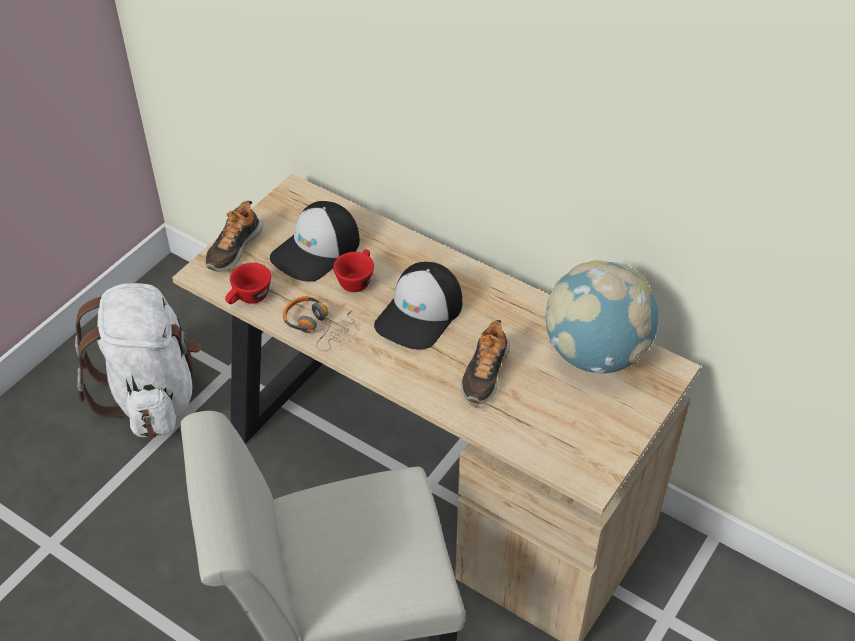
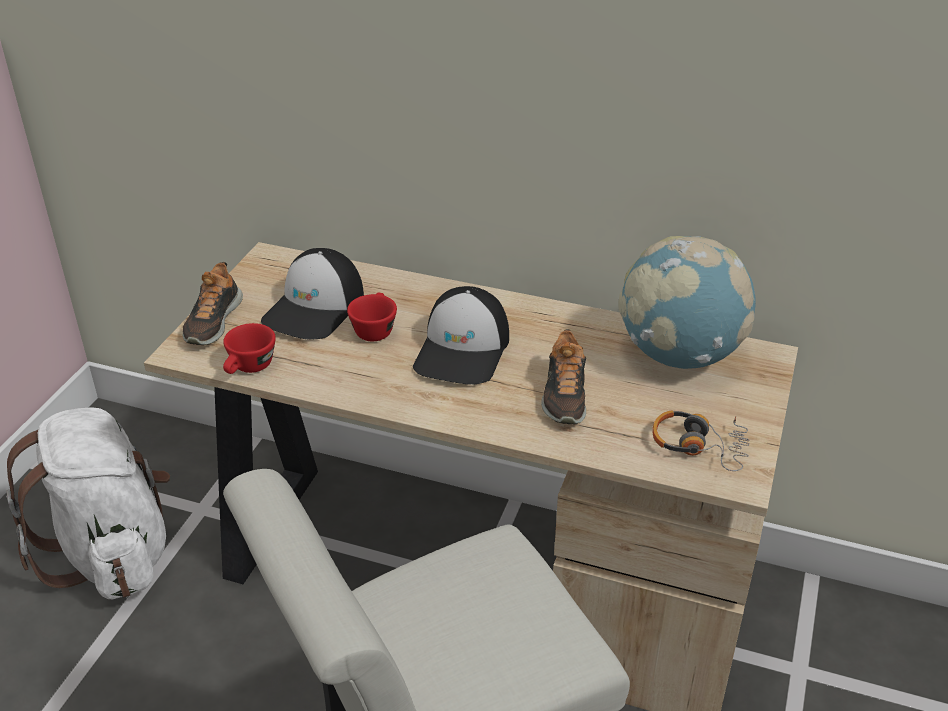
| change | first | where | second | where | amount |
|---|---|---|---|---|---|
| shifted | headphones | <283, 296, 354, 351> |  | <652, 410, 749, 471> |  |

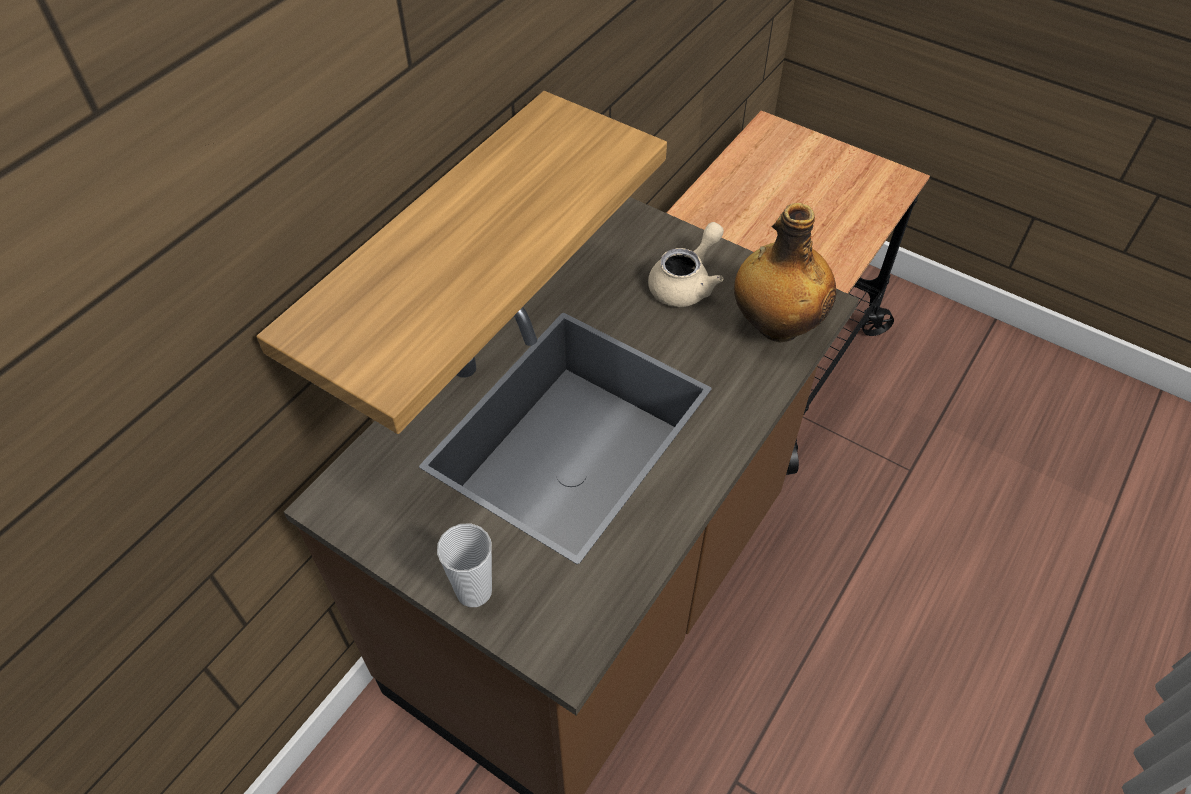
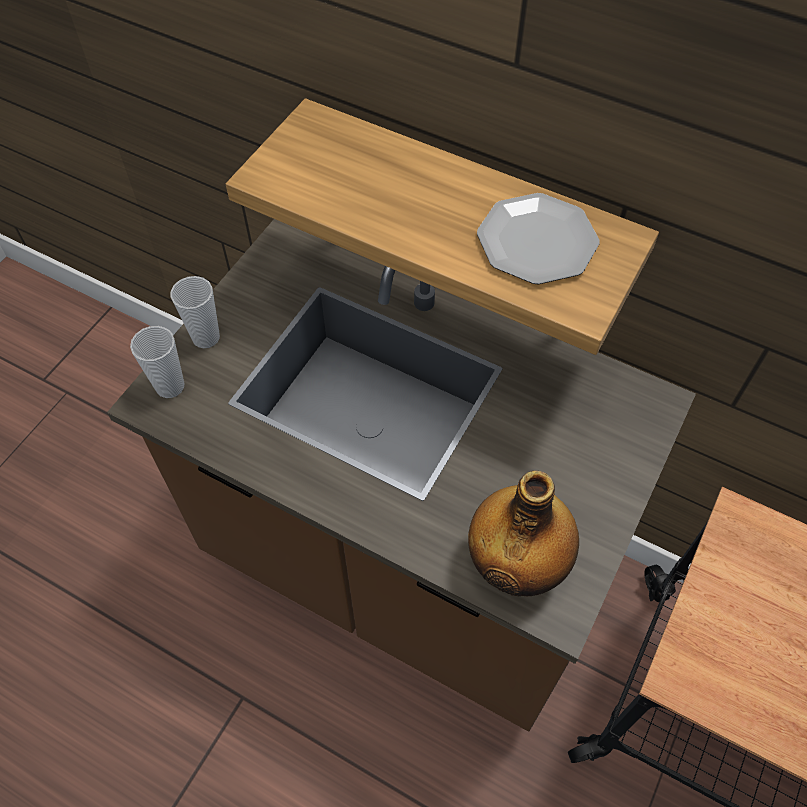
| change | first | where | second | where | amount |
|---|---|---|---|---|---|
| gone | beige teapot | <648, 222, 724, 307> |  |  |  |
| new |  |  | cup | <130, 326, 185, 398> |  |
| new |  |  | plate | <477, 193, 600, 284> |  |

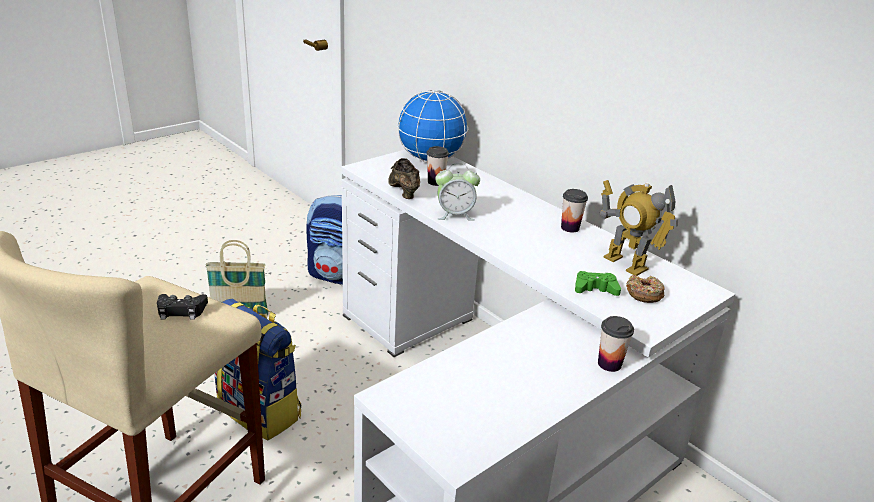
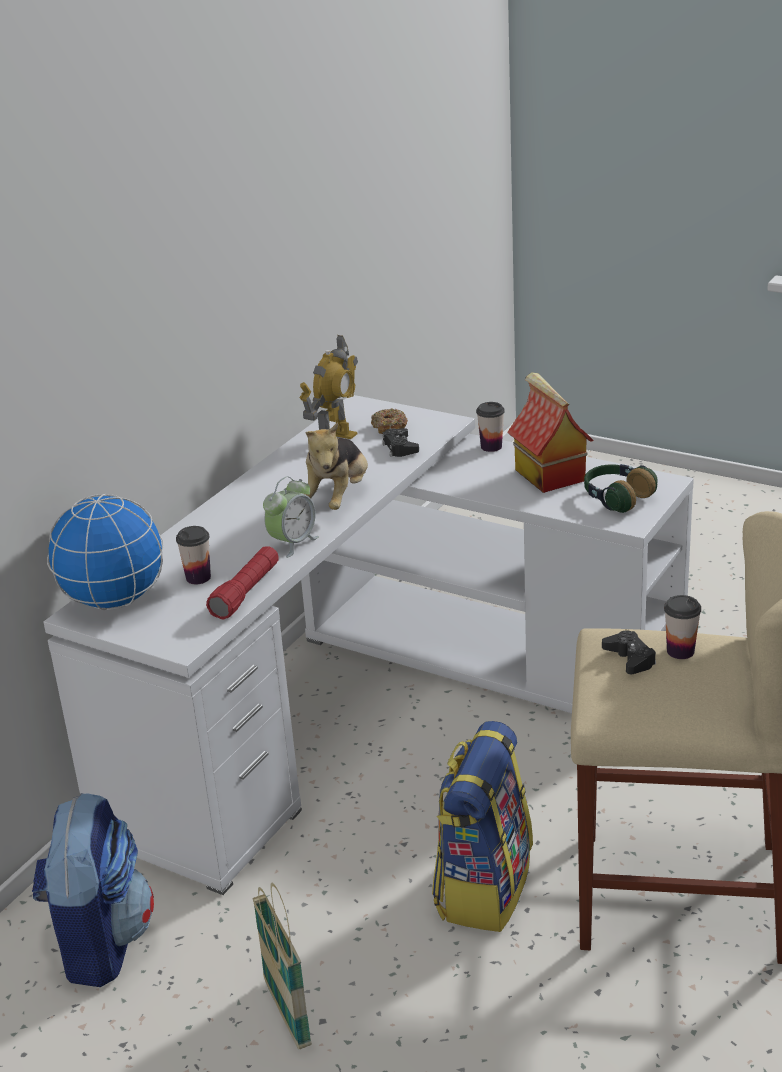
| change | first | where | second | where | amount |
|---|---|---|---|---|---|
| new |  |  | plush toy | <305, 422, 368, 510> |  |
| new |  |  | toy house | <507, 372, 594, 493> |  |
| new |  |  | headphones | <584, 464, 658, 513> |  |
| shifted | cup | <561, 189, 588, 233> |  | <664, 595, 701, 659> |  |
| swapped | brown shoe | <388, 158, 420, 199> | red flashlight | <206, 546, 279, 619> |  |
| repainted | green game controller | <575, 271, 621, 296> | black game controller | <382, 428, 419, 457> |  |
| rotated | alarm clock | <435, 163, 480, 221> |  | <263, 477, 319, 558> | 60 degrees clockwise |

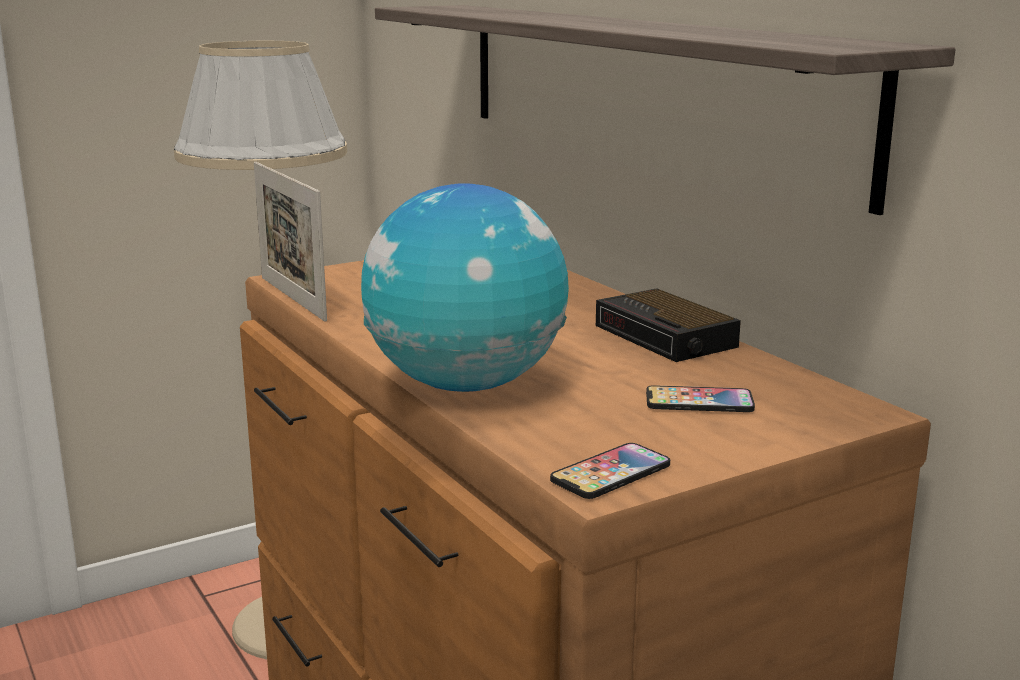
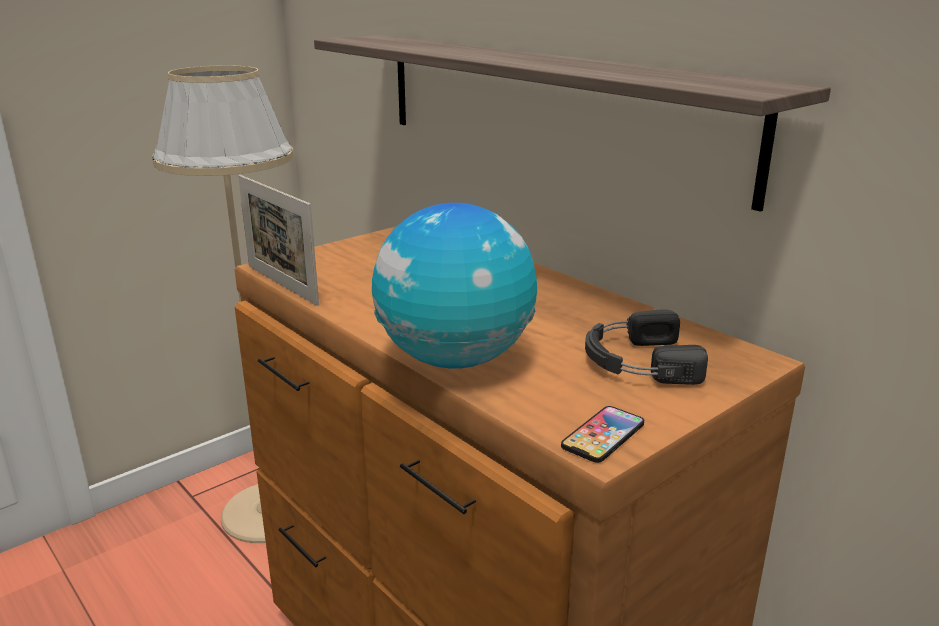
| change | first | where | second | where | amount |
|---|---|---|---|---|---|
| gone | alarm clock | <596, 288, 741, 362> |  |  |  |
| swapped | phone | <646, 385, 755, 412> | black headphones | <585, 309, 708, 385> |  |

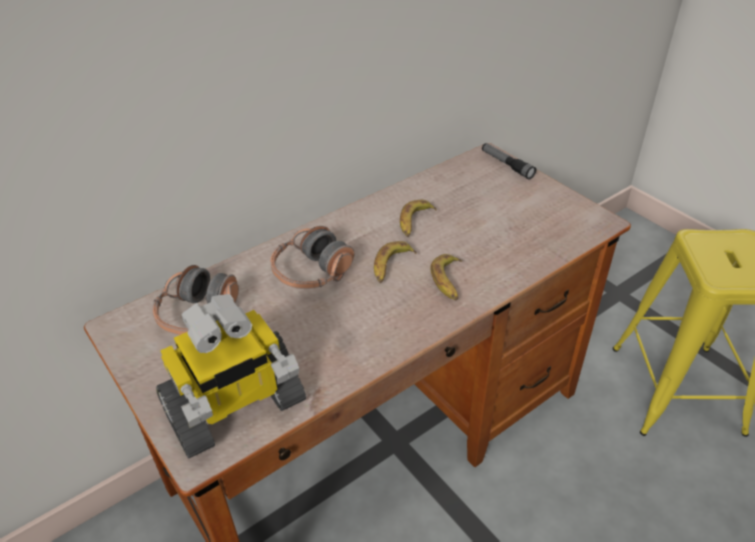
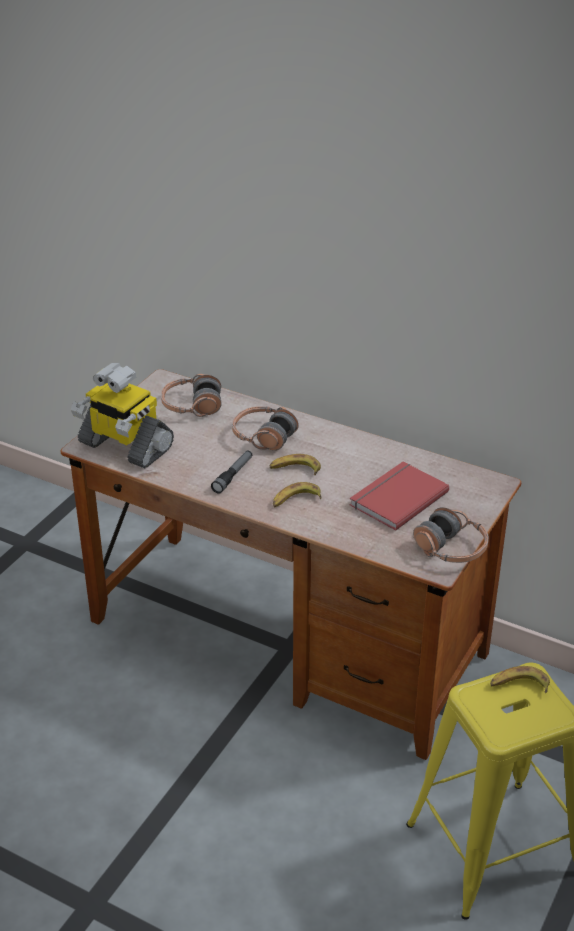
| change | first | where | second | where | amount |
|---|---|---|---|---|---|
| new |  |  | red book | <350, 462, 449, 531> |  |
| new |  |  | headphones | <413, 507, 489, 563> |  |
| shifted | banana | <400, 200, 437, 237> |  | <490, 666, 550, 693> |  |
| shifted | flashlight | <482, 143, 536, 180> |  | <211, 450, 252, 494> |  |

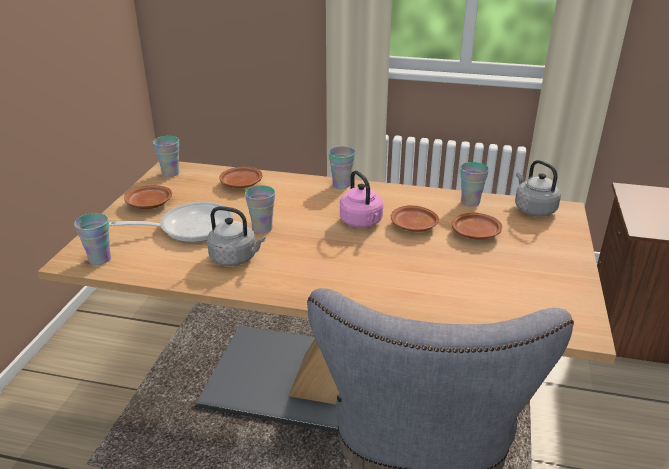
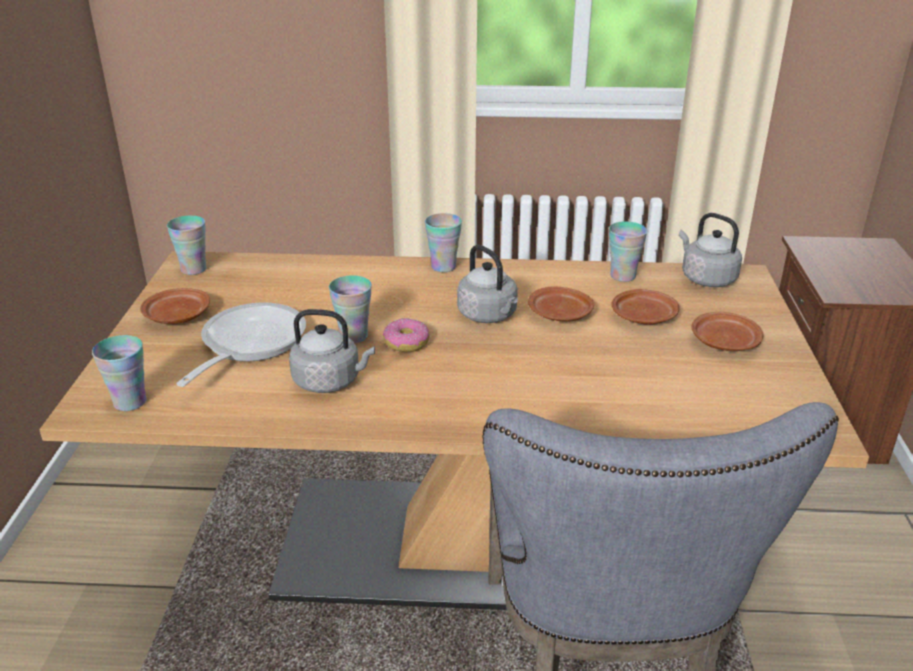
| change | first | where | second | where | amount |
|---|---|---|---|---|---|
| new |  |  | donut | <383, 318, 430, 352> |  |
| shifted | brown plate | <219, 166, 263, 188> |  | <691, 312, 763, 351> |  |
| repainted | pink kettle | <340, 170, 383, 228> | grey kettle | <457, 245, 518, 323> |  |
| rotated | frying pan | <109, 202, 233, 242> |  | <176, 302, 306, 387> | 45 degrees counterclockwise |

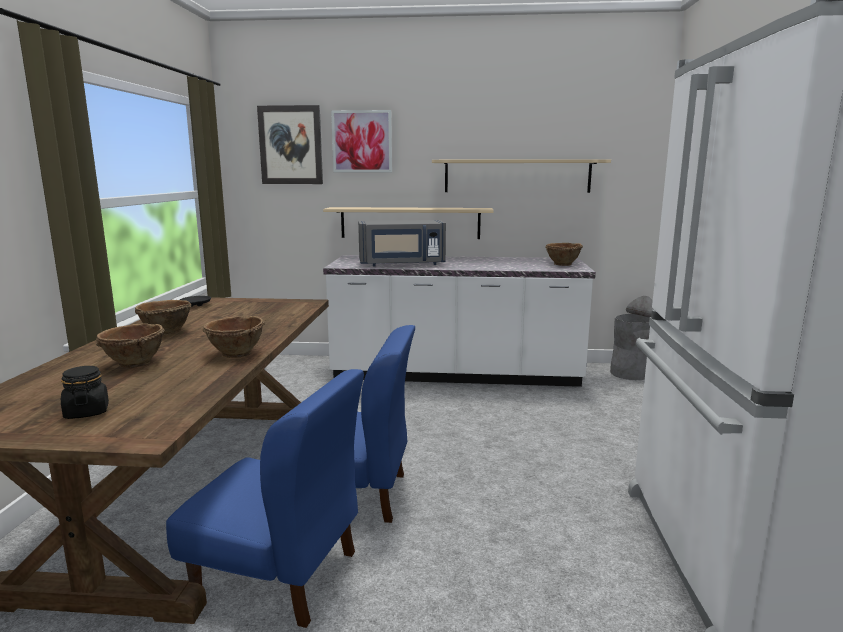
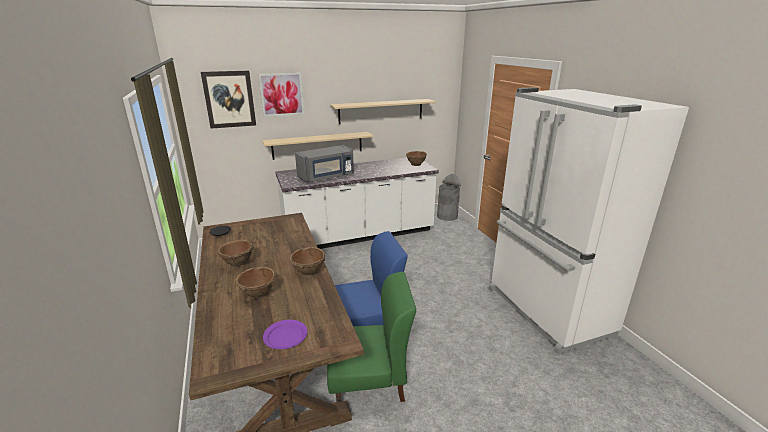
| change | first | where | second | where | amount |
|---|---|---|---|---|---|
| swapped | black jar | <61, 366, 109, 419> | purple plate | <263, 320, 308, 349> |  |
| repainted | blue chair | <166, 369, 364, 628> | green chair | <327, 272, 416, 402> |  |

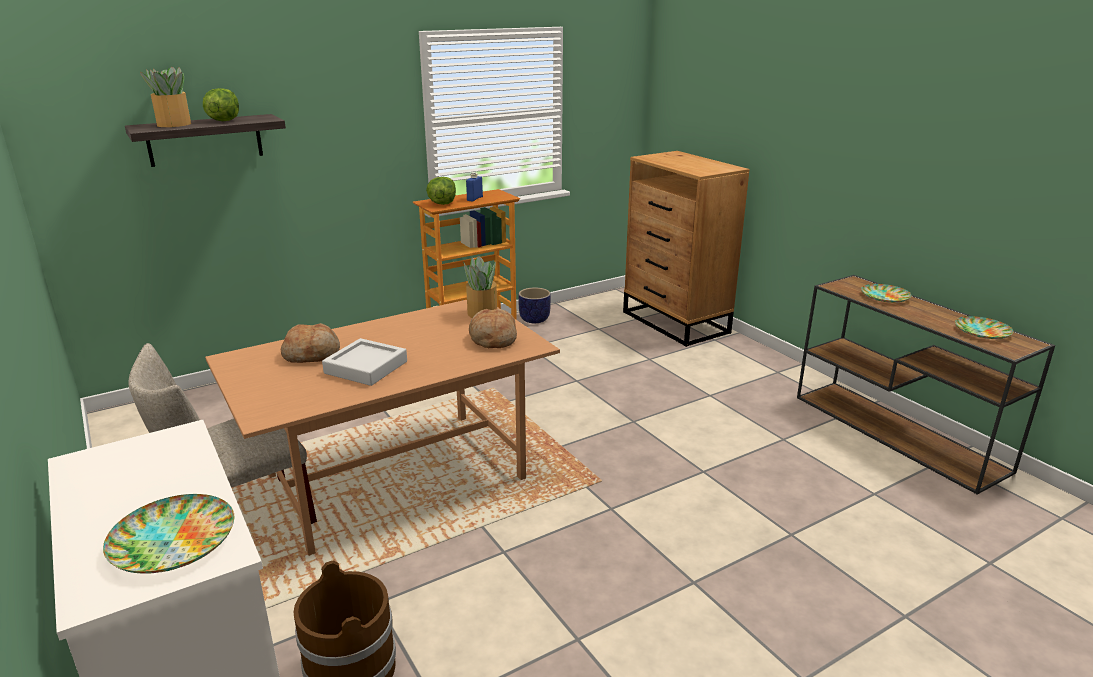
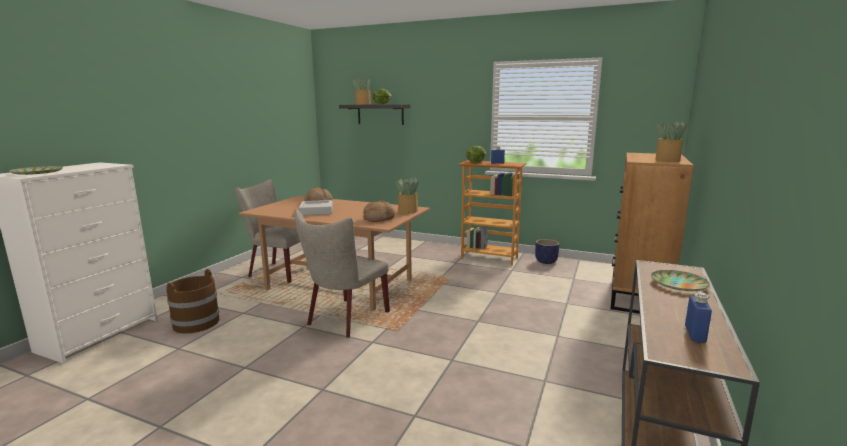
| change | first | where | second | where | amount |
|---|---|---|---|---|---|
| new |  |  | beige chair | <295, 210, 390, 338> |  |
| new |  |  | potted plant | <655, 121, 687, 162> |  |
| swapped | plate | <955, 316, 1014, 339> | blue bottle | <685, 292, 712, 343> |  |

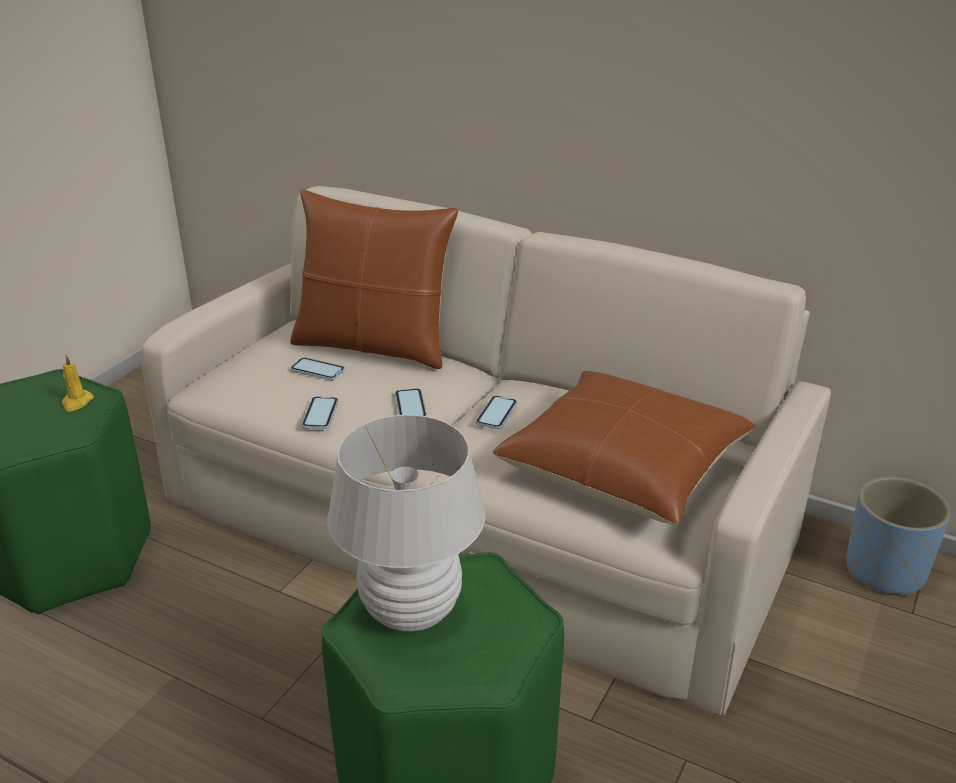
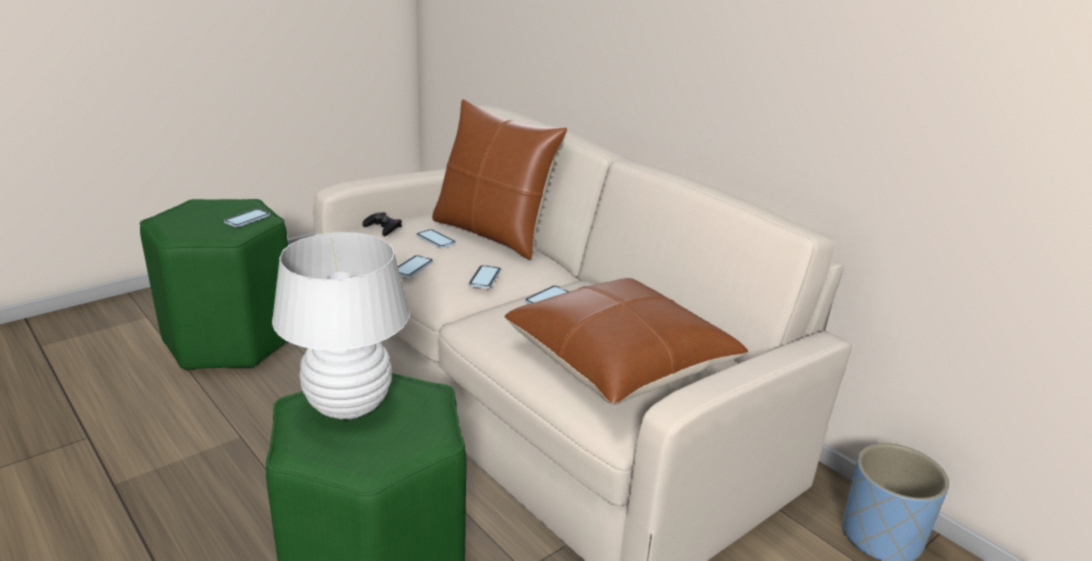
| change | first | where | second | where | amount |
|---|---|---|---|---|---|
| new |  |  | black game controller | <363, 212, 402, 236> |  |
| swapped | yellow candle | <62, 354, 94, 411> | phone | <224, 209, 270, 227> |  |

